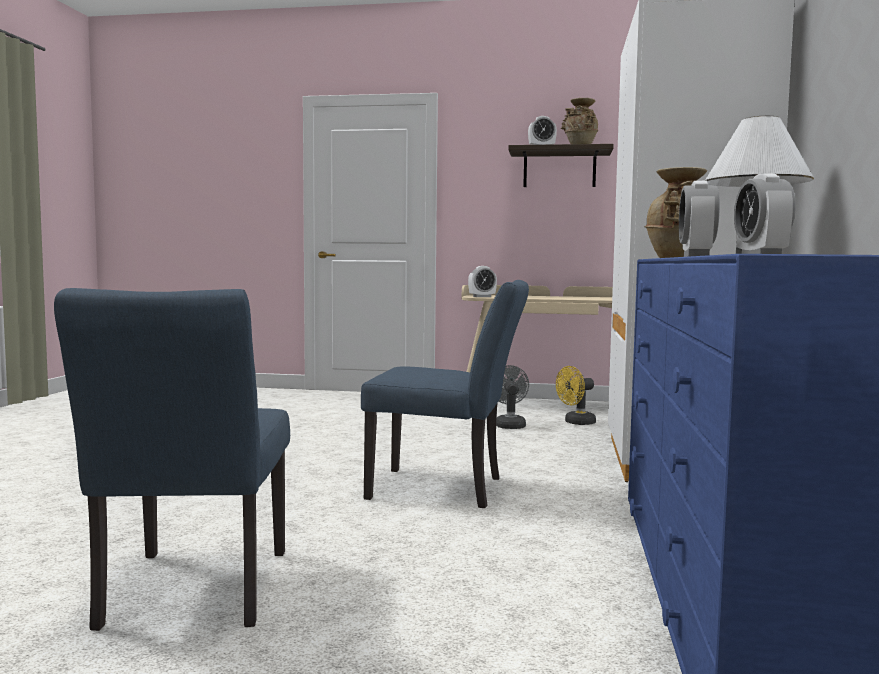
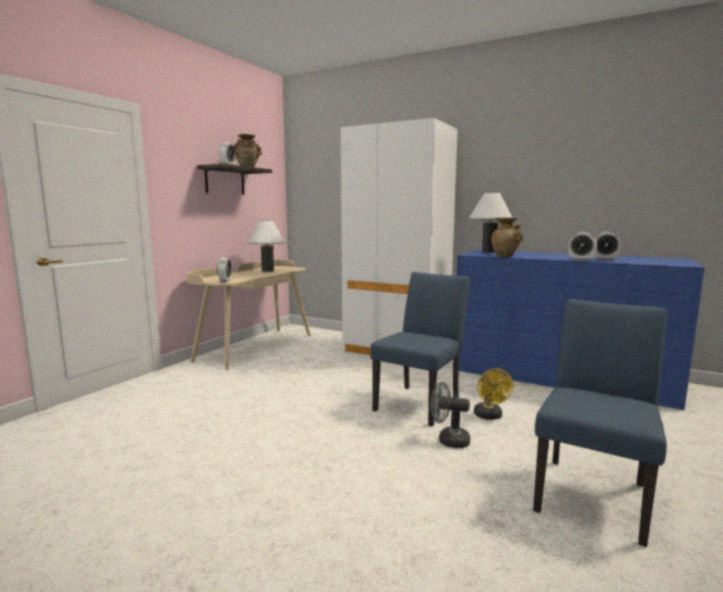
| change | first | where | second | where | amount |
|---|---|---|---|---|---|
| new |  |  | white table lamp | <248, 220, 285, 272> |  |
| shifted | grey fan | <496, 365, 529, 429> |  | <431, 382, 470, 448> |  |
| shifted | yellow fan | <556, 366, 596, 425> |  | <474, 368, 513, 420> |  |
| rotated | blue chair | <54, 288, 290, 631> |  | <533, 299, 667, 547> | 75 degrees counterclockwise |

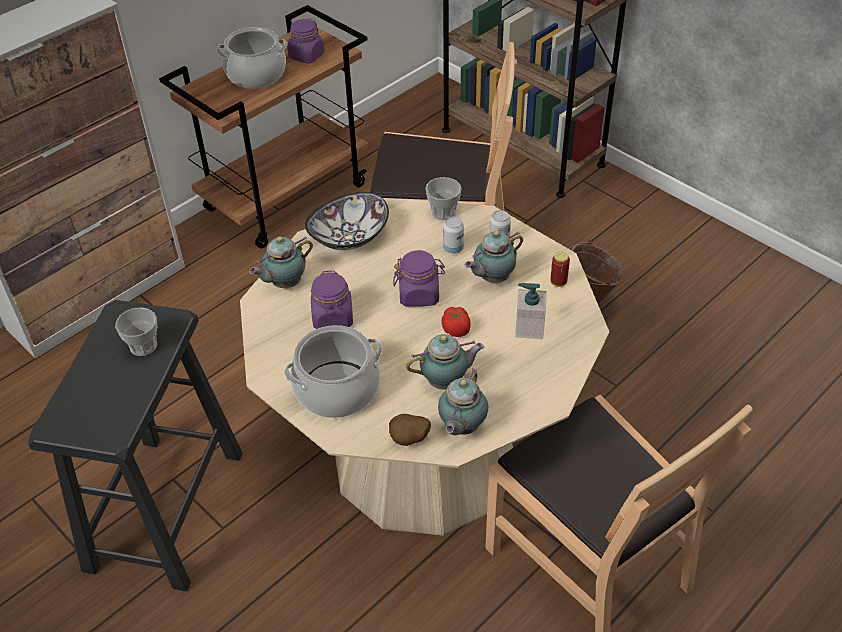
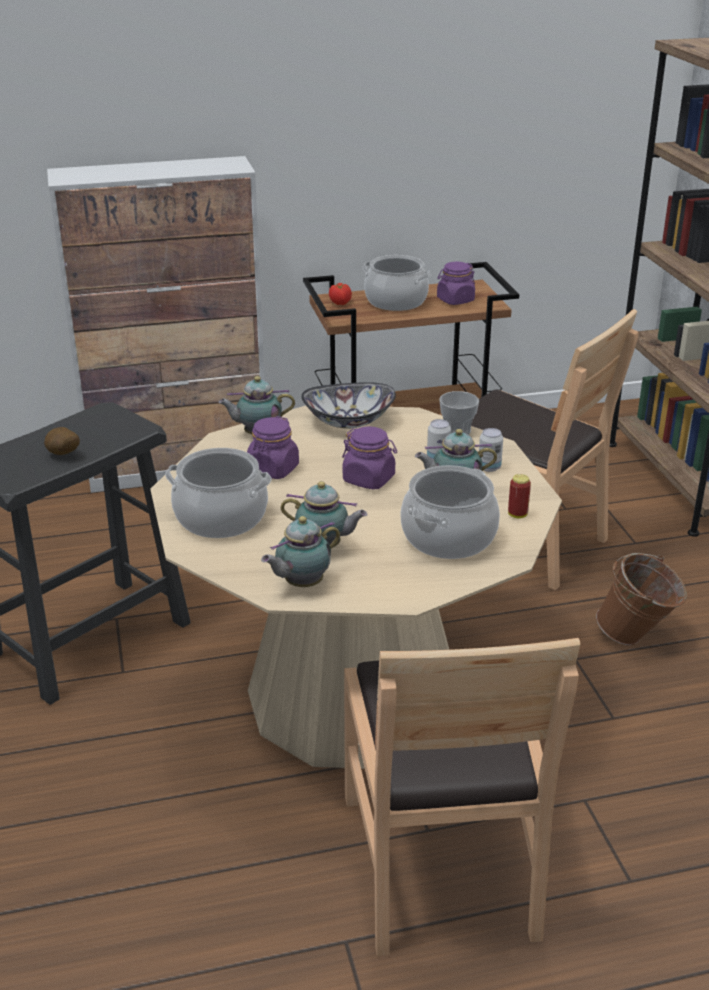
| change | first | where | second | where | amount |
|---|---|---|---|---|---|
| gone | cup | <115, 307, 157, 356> |  |  |  |
| shifted | potato | <389, 414, 431, 446> |  | <44, 427, 80, 455> |  |
| shifted | tomato | <441, 307, 471, 337> |  | <329, 283, 352, 305> |  |
| swapped | soap dispenser | <515, 283, 547, 339> | cooking pot | <401, 465, 500, 559> |  |

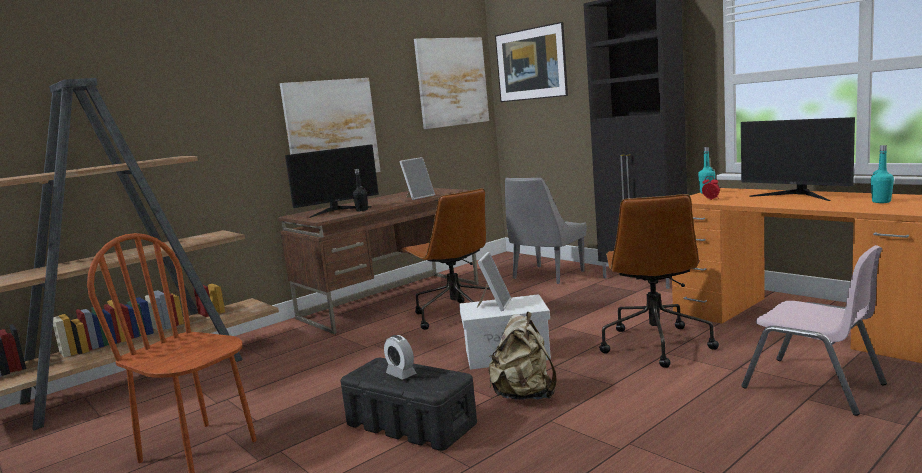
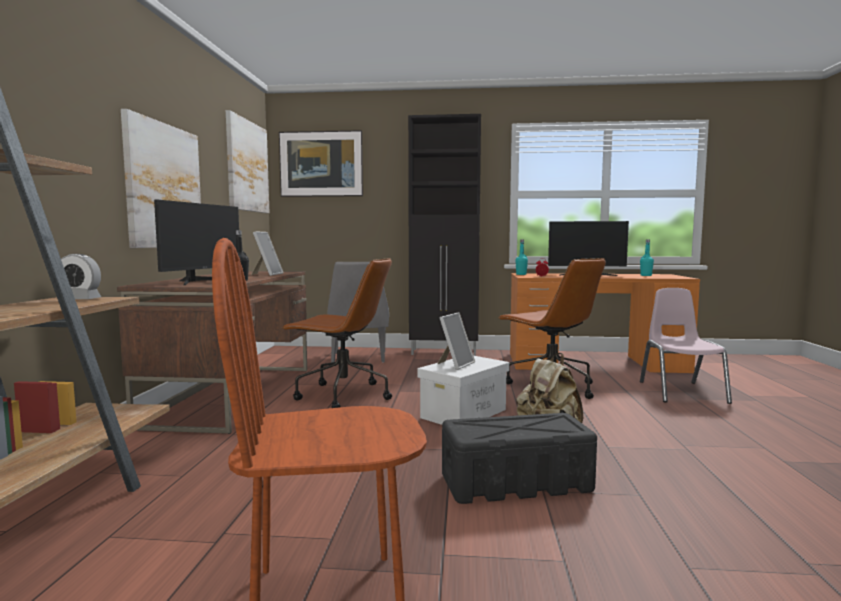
| change | first | where | second | where | amount |
|---|---|---|---|---|---|
| shifted | alarm clock | <384, 335, 416, 379> |  | <61, 254, 101, 299> |  |
| rotated | picture frame | <477, 252, 511, 311> |  | <437, 312, 475, 370> | 60 degrees clockwise |
| rotated | pink chair | <741, 245, 887, 416> |  | <640, 288, 732, 404> | 90 degrees counterclockwise |

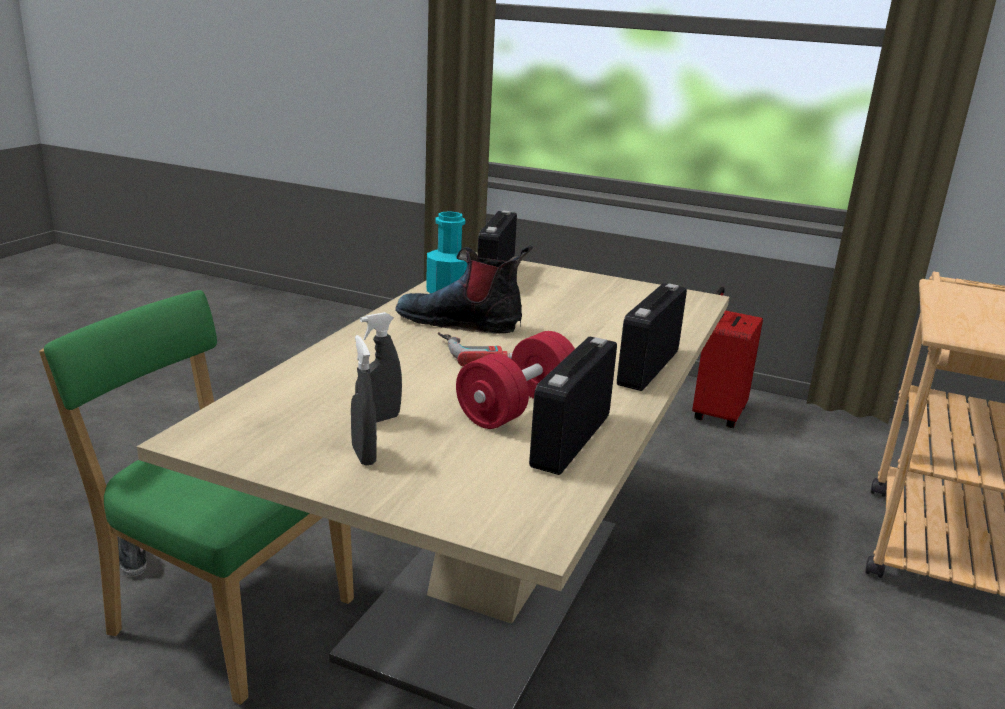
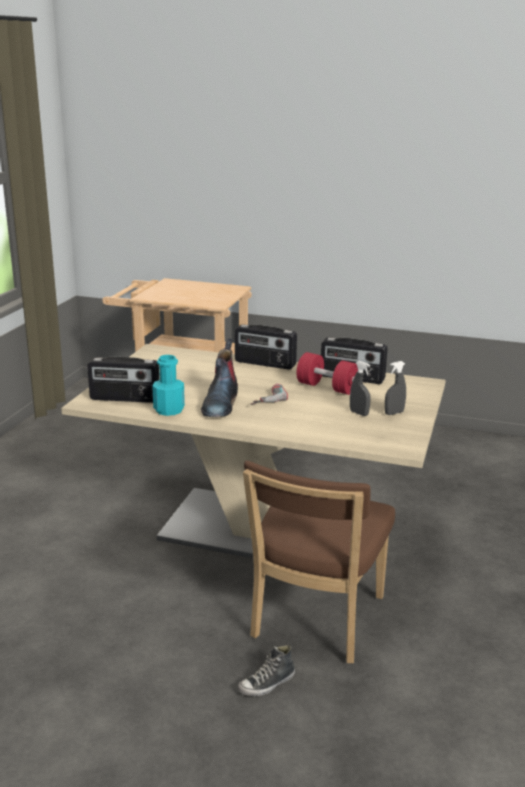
| change | first | where | second | where | amount |
|---|---|---|---|---|---|
| gone | red suitcase | <692, 287, 763, 428> |  |  |  |
| repainted | green chair | <39, 290, 354, 705> | brown chair | <243, 461, 395, 663> |  |

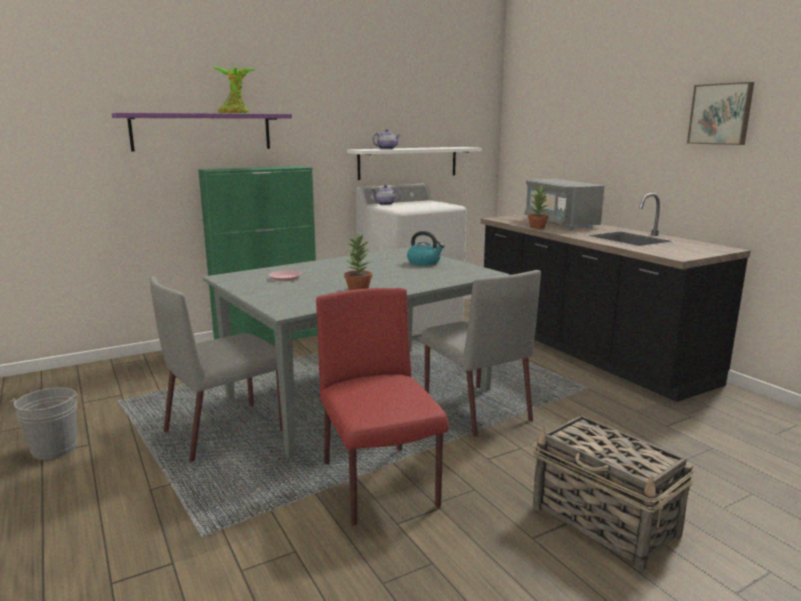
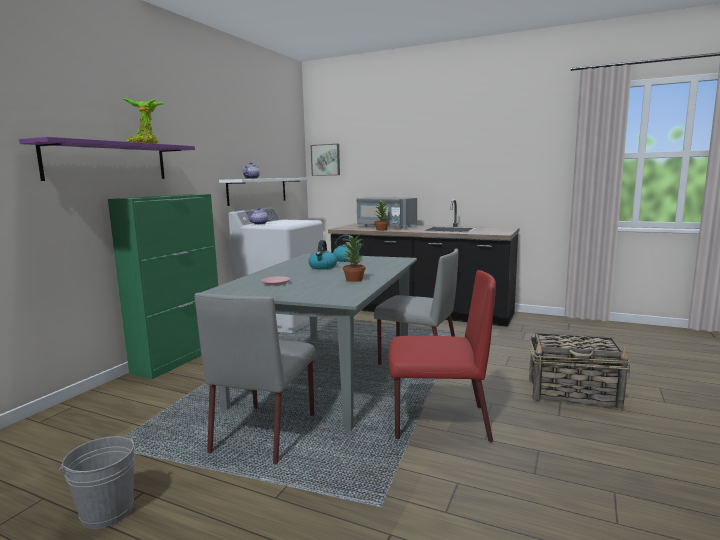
| change | first | where | second | where | amount |
|---|---|---|---|---|---|
| new |  |  | kettle | <308, 240, 337, 270> |  |
| shifted | picture | <687, 82, 754, 145> |  | <310, 144, 340, 176> |  |
| rotated | red chair | <316, 288, 449, 526> |  | <389, 270, 496, 443> | 150 degrees clockwise |

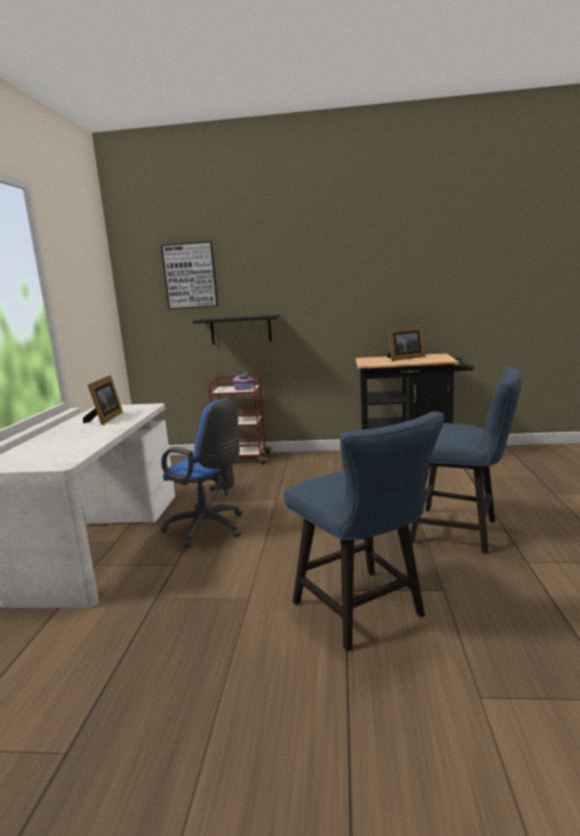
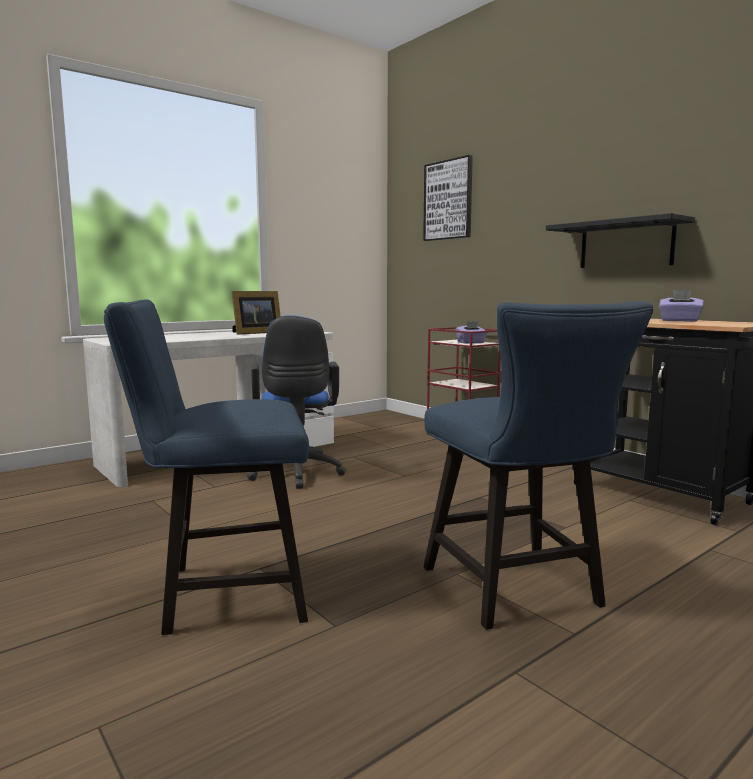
| change | first | where | second | where | amount |
|---|---|---|---|---|---|
| shifted | black shelf | <193, 314, 280, 345> |  | <546, 213, 695, 268> |  |
| swapped | picture frame | <387, 325, 425, 361> | purple tissue box | <659, 290, 703, 322> |  |
| rotated | blue chair | <284, 411, 445, 651> |  | <104, 299, 309, 635> | 60 degrees clockwise |

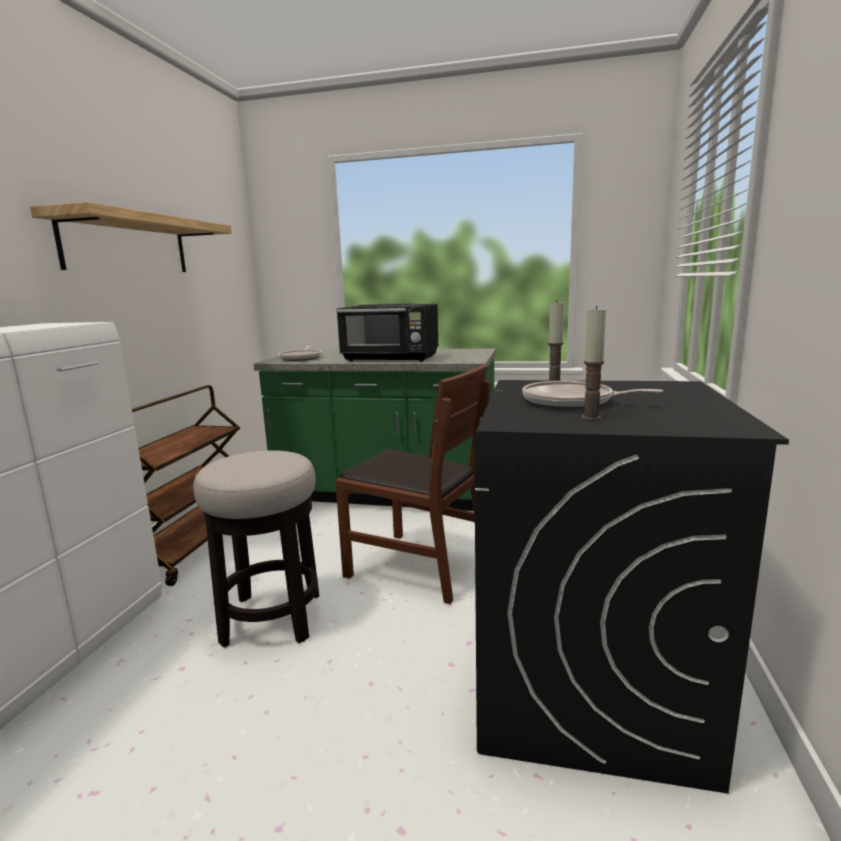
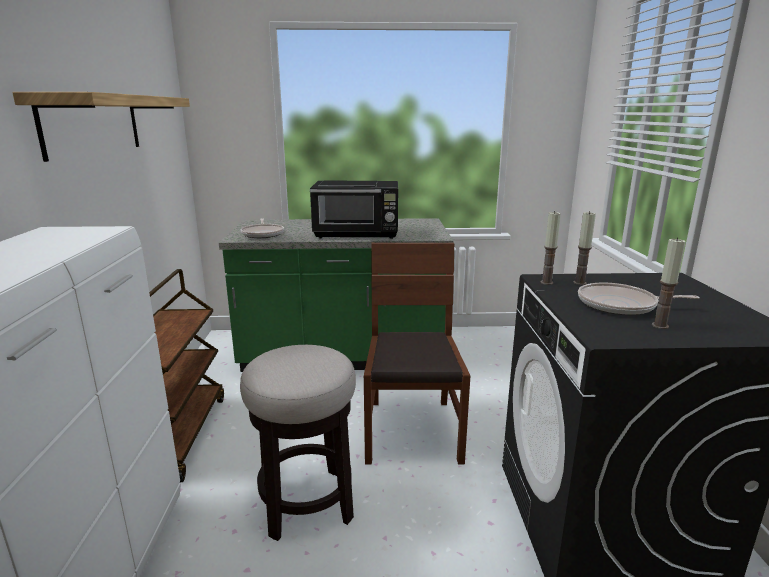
| change | first | where | second | where | amount |
|---|---|---|---|---|---|
| new |  |  | candle | <541, 211, 561, 285> |  |
| rotated | brown chair | <335, 364, 491, 604> |  | <364, 243, 470, 464> | 105 degrees counterclockwise |

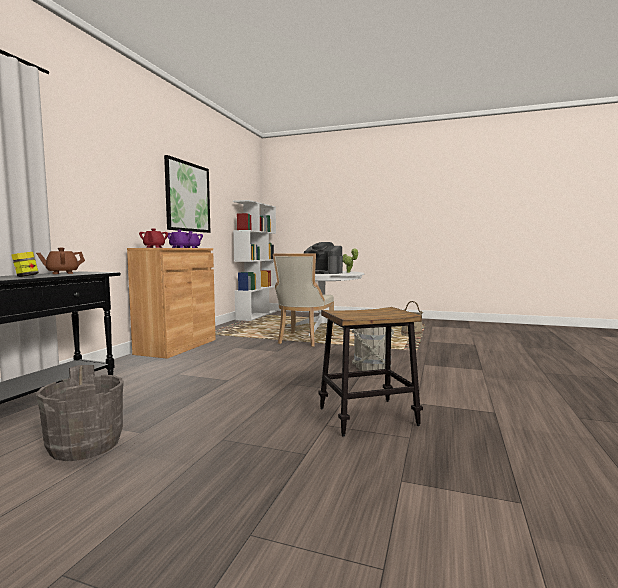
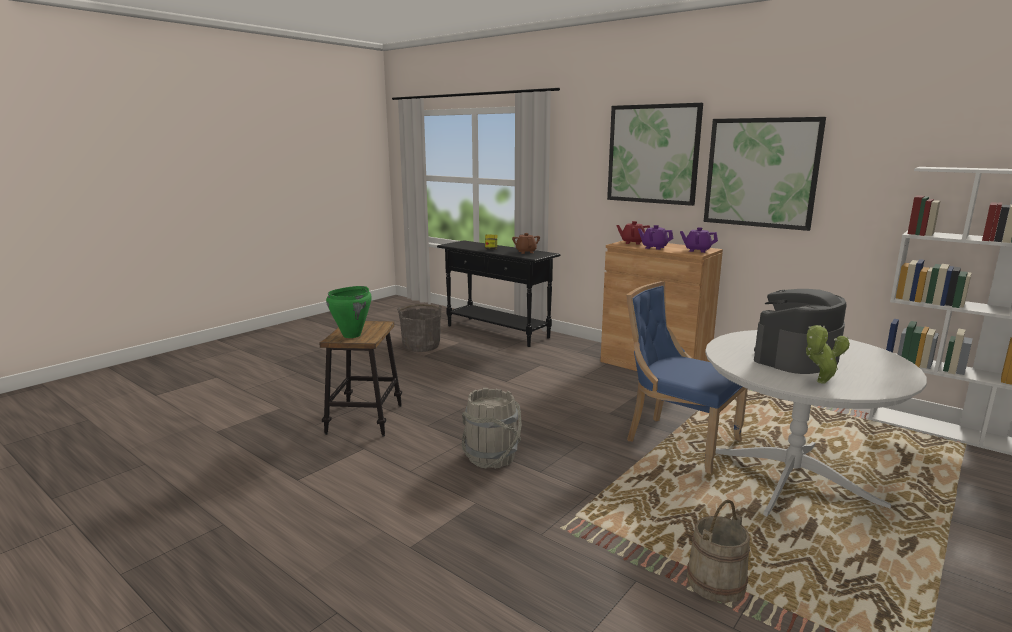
| change | first | where | second | where | amount |
|---|---|---|---|---|---|
| new |  |  | green cooking pot | <326, 286, 372, 338> |  |
| new |  |  | picture | <607, 103, 703, 206> |  |
| repainted | beige chair | <273, 253, 334, 347> | blue chair | <626, 281, 748, 474> |  |

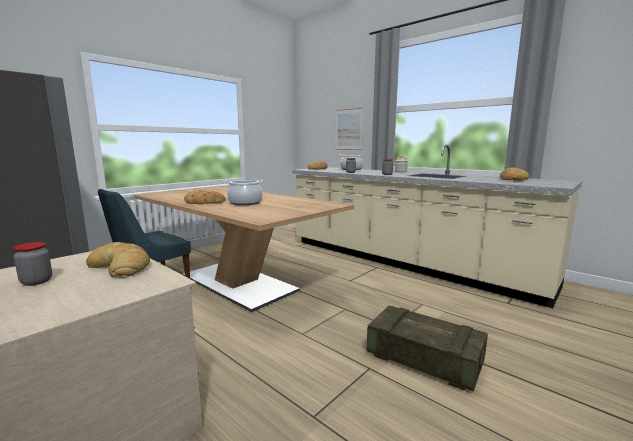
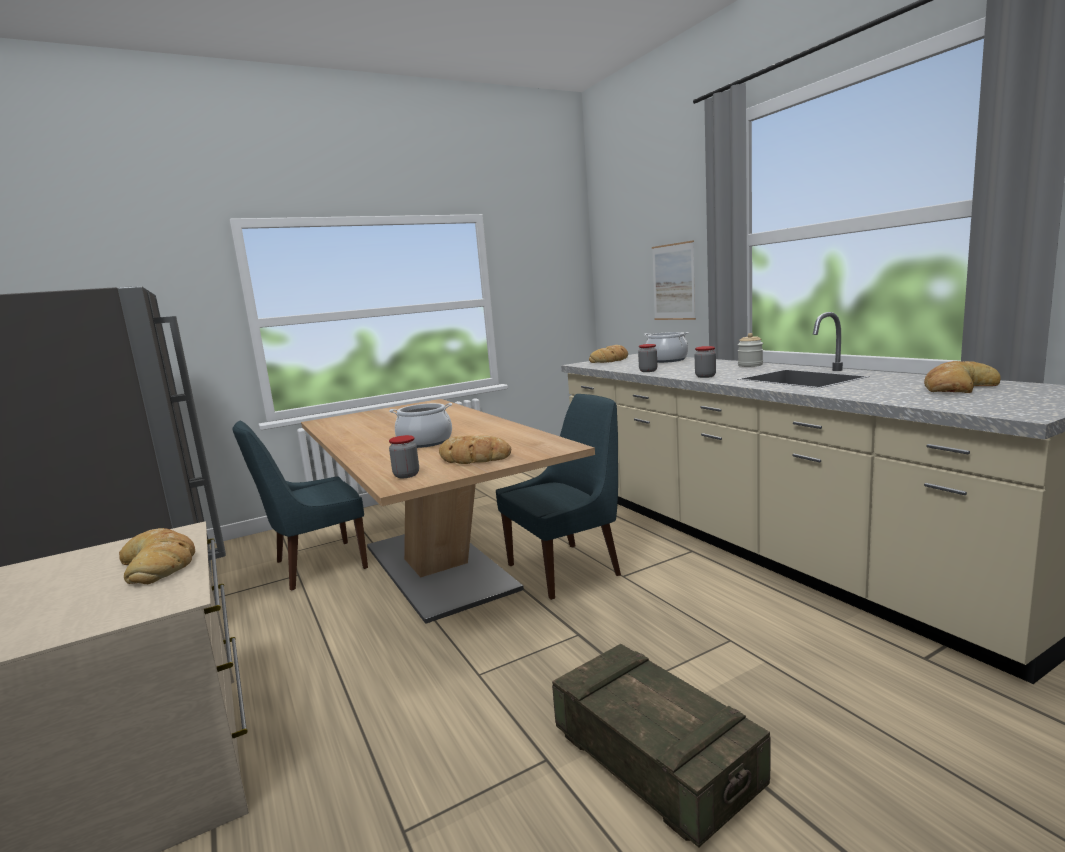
| change | first | where | second | where | amount |
|---|---|---|---|---|---|
| new |  |  | blue chair | <496, 394, 621, 600> |  |
| shifted | jar | <13, 242, 52, 286> |  | <389, 435, 419, 478> |  |
| shifted | bread | <184, 190, 225, 204> |  | <439, 435, 511, 464> |  |

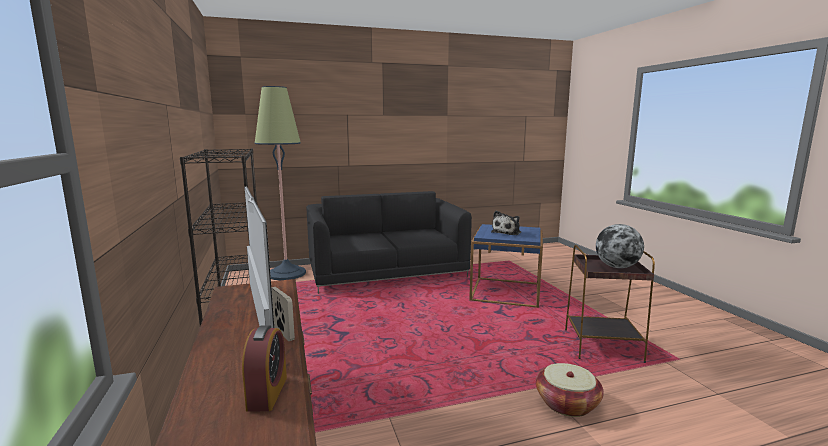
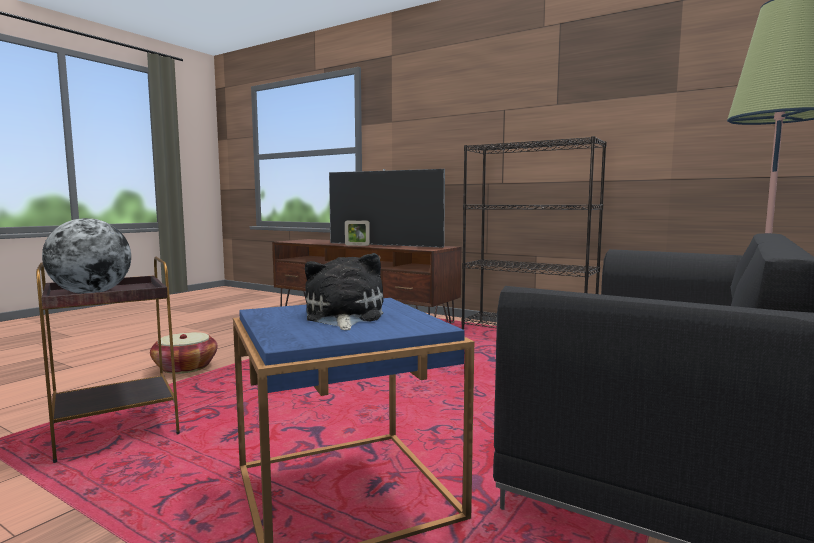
| change | first | where | second | where | amount |
|---|---|---|---|---|---|
| gone | alarm clock | <242, 325, 287, 412> |  |  |  |

